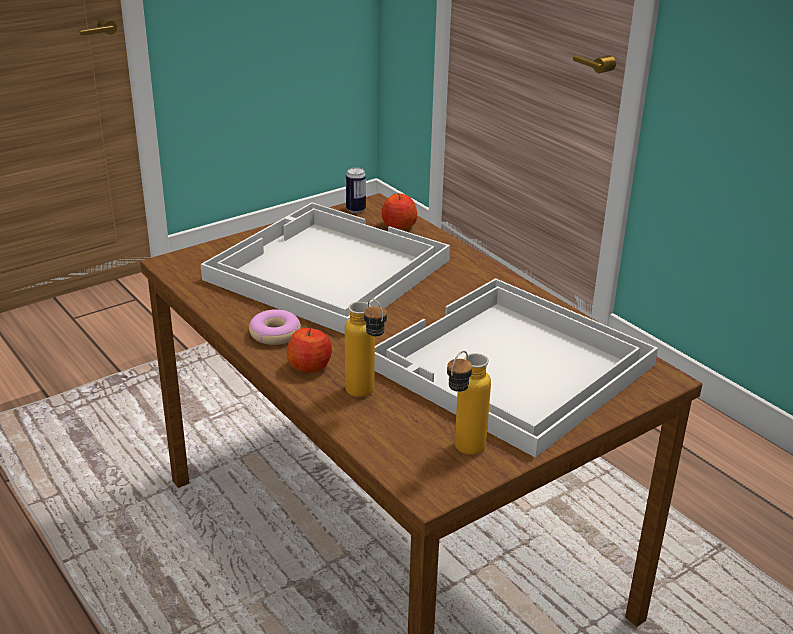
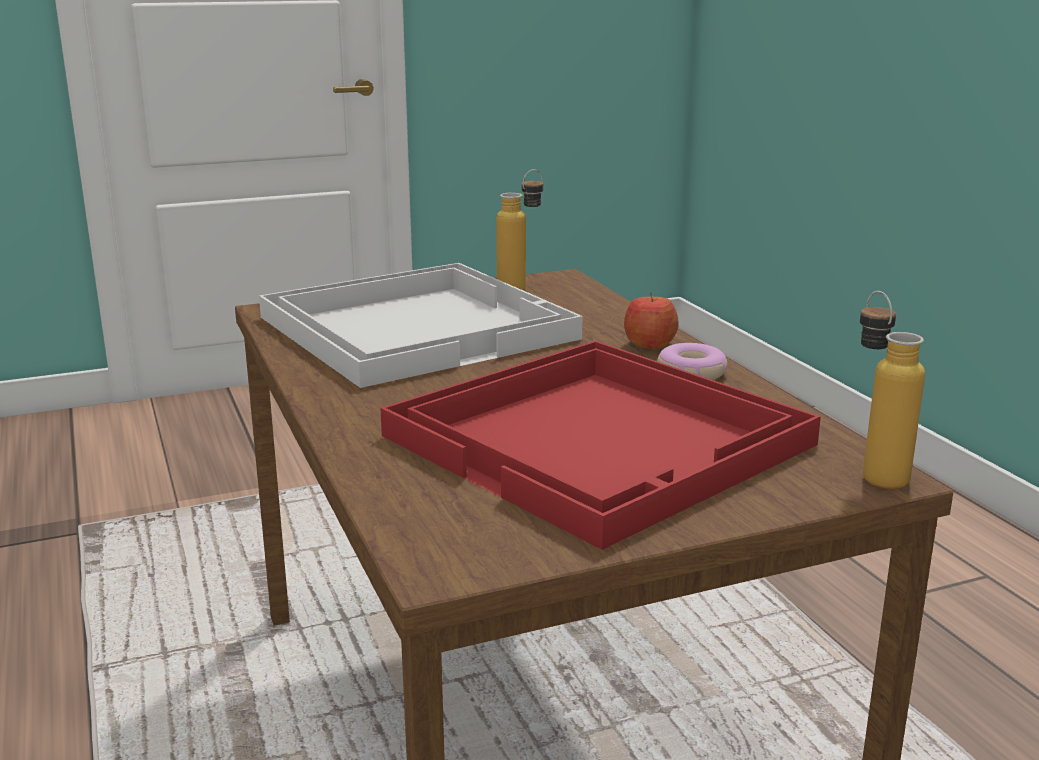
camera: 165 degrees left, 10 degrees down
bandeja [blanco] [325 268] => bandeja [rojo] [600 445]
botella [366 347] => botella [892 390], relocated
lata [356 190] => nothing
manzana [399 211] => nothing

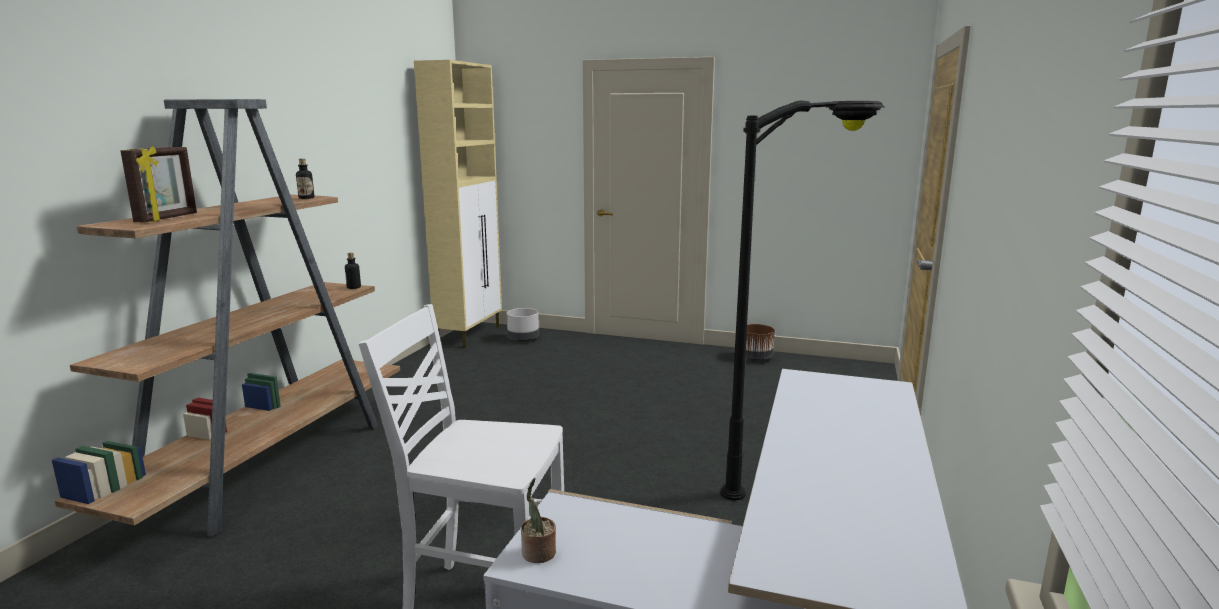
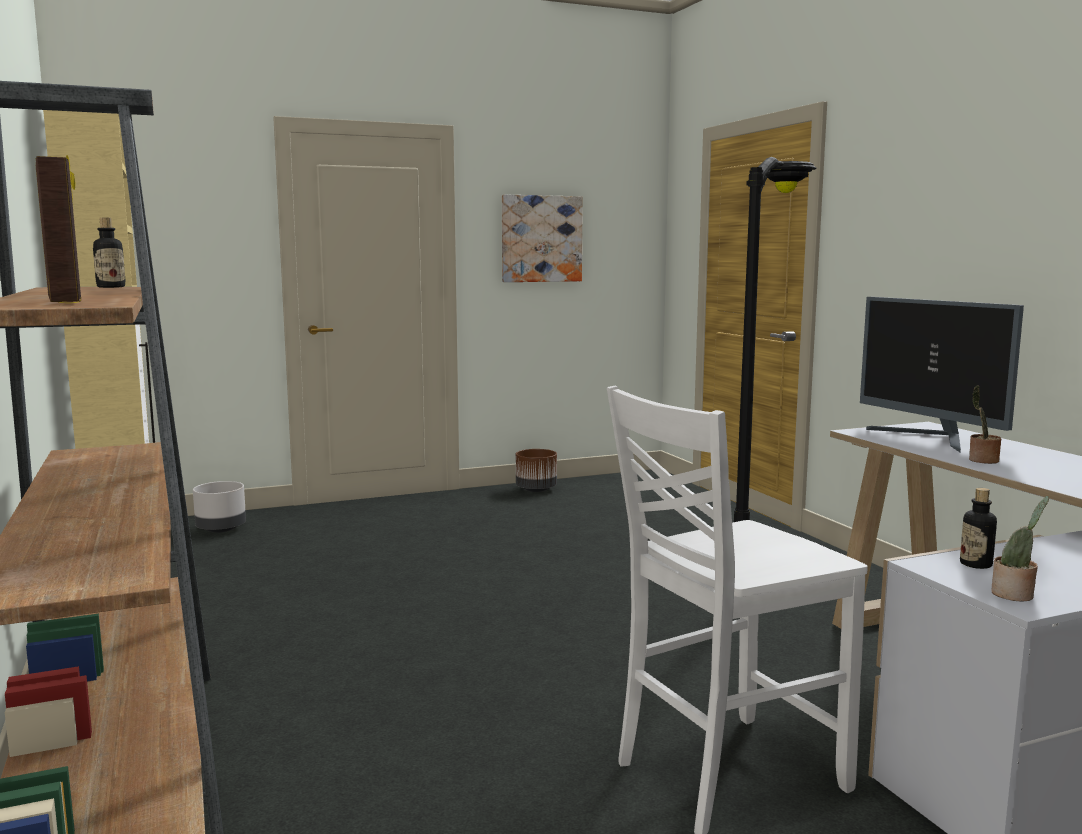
camera: 40 degrees left, 5 degrees down
nothing => cuadro [542 238]
nothing => monitor [942 374]
botella [353 271] => botella [978 528], relocated
nothing => planta en maceta [985 424]

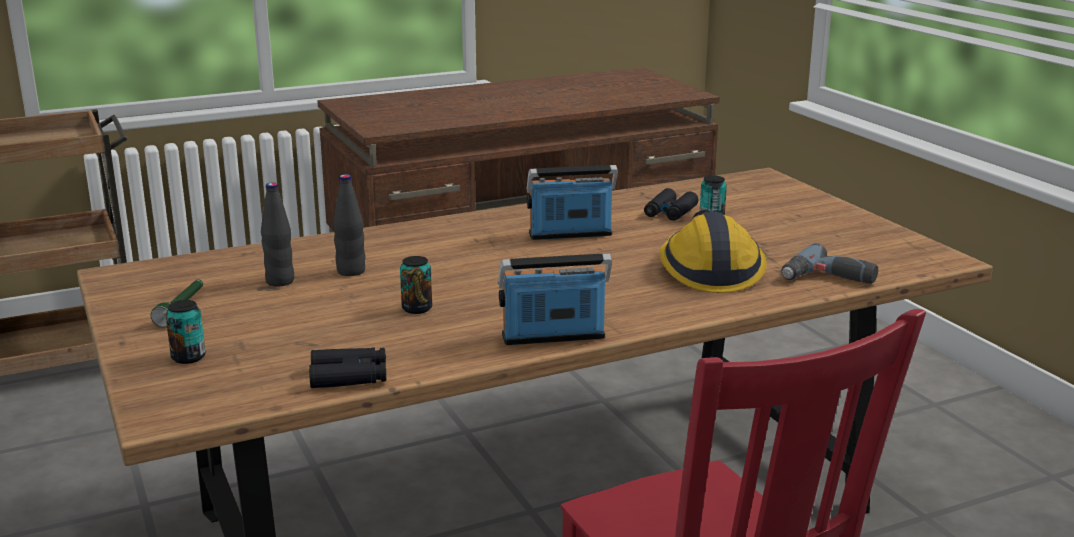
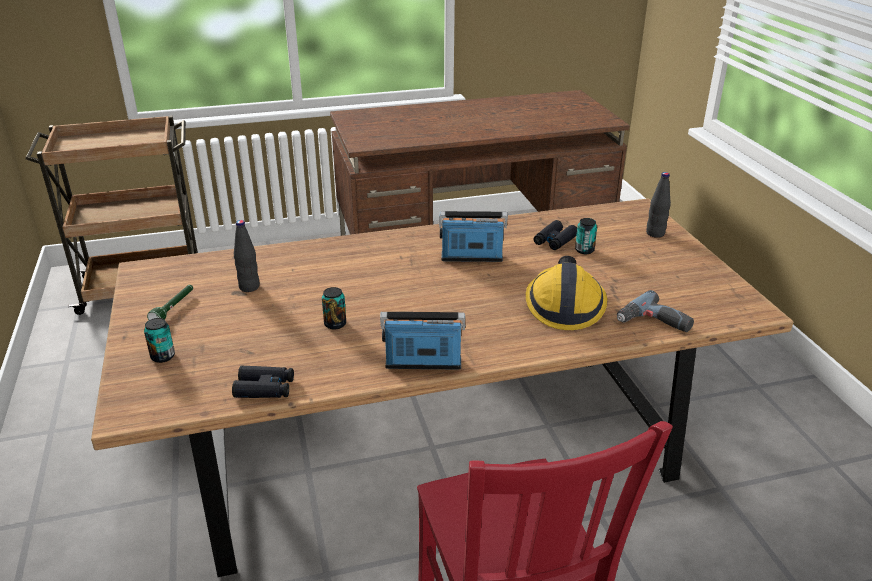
camera: 10 degrees right, 10 degrees up
botella [negro] [349 225] => botella [negro] [658 205], relocated

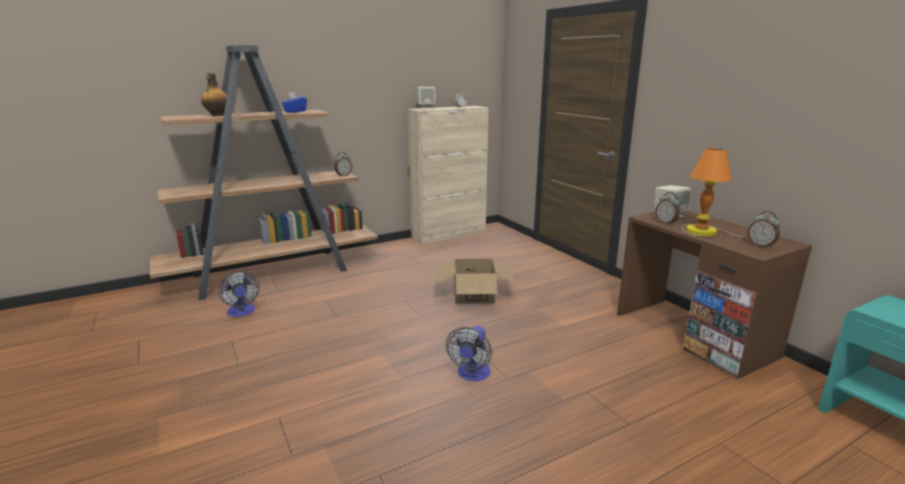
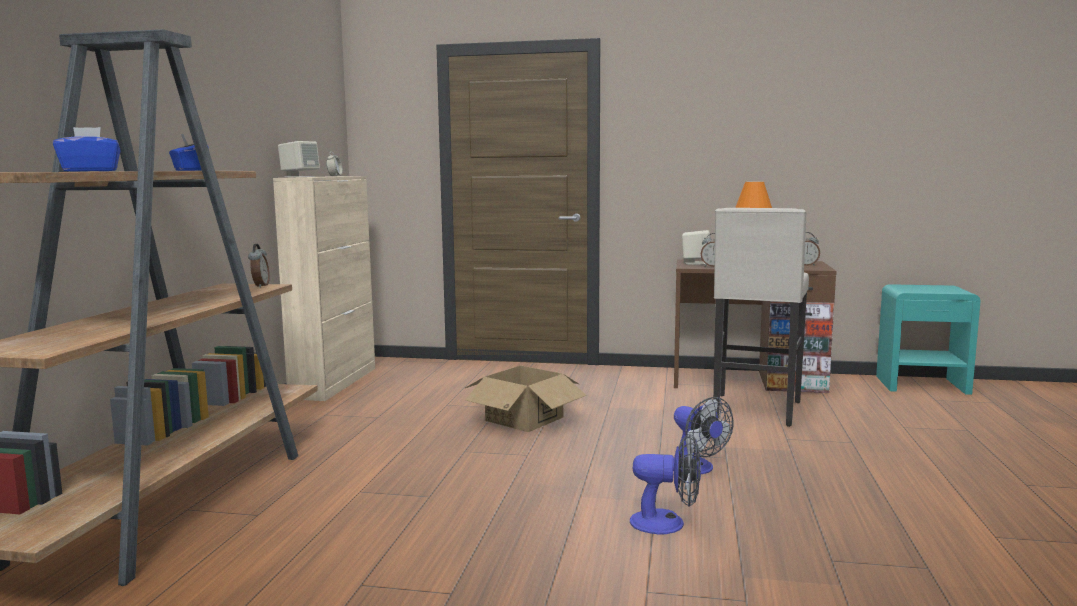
camera: 50 degrees left, 10 degrees down
botella [214 94] => caja de pañuelos [azul] [87 149]
ventilador [239 294] => ventilador [665 484], relocated
nothing => taburete [beis] [761 317]

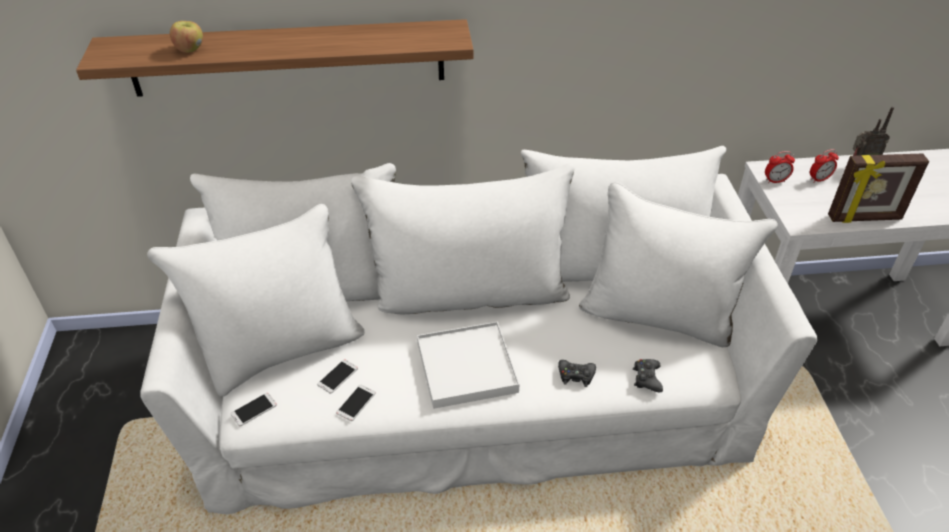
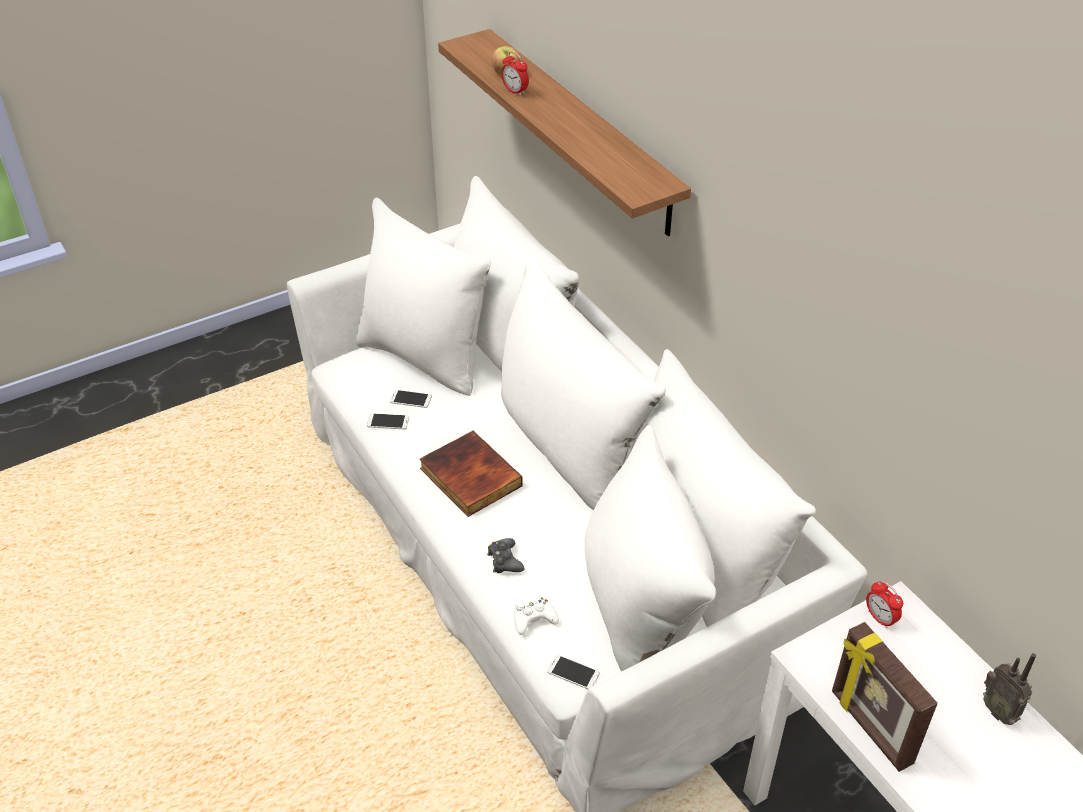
camera: 65 degrees right, 0 degrees up
bandeja [blanco] [468 365] => libro [471 474]
despertador [824 166] => despertador [515 74], relocated
mando de consola [negro] [648 375] => mando de consola [blanco] [536 616]
móvil [254 409] => móvil [573 672], relocated

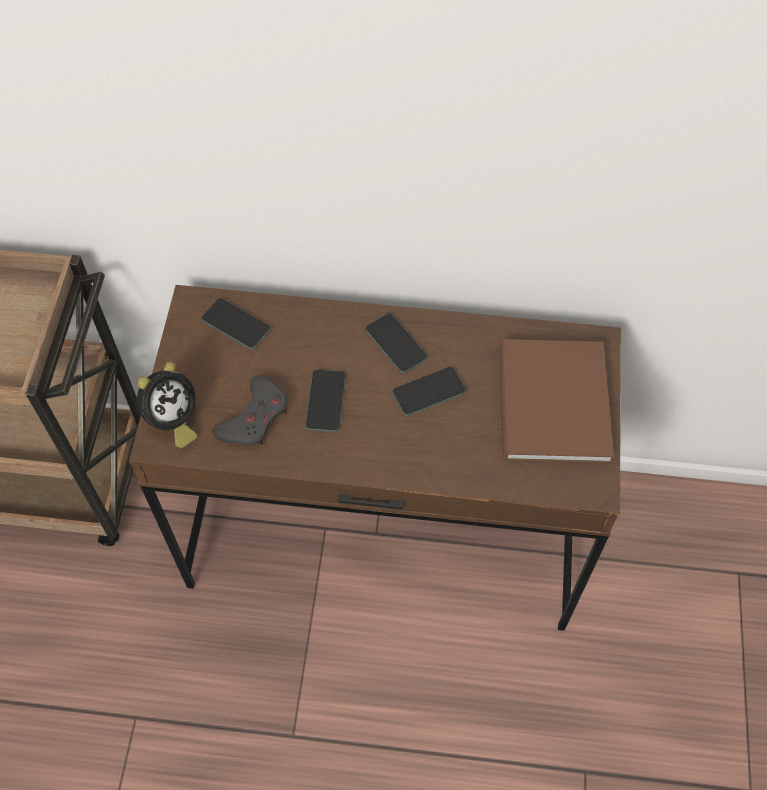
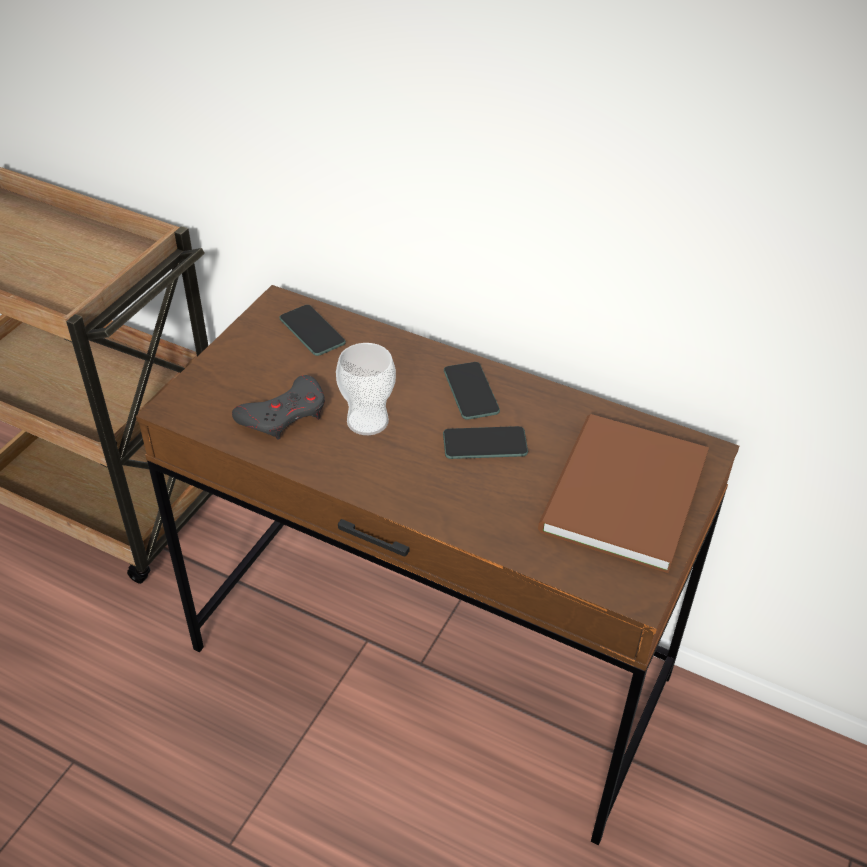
camera: 20 degrees right, 15 degrees down
móvil [325 400] => taza [366 389]
despertador [167 405] => nothing

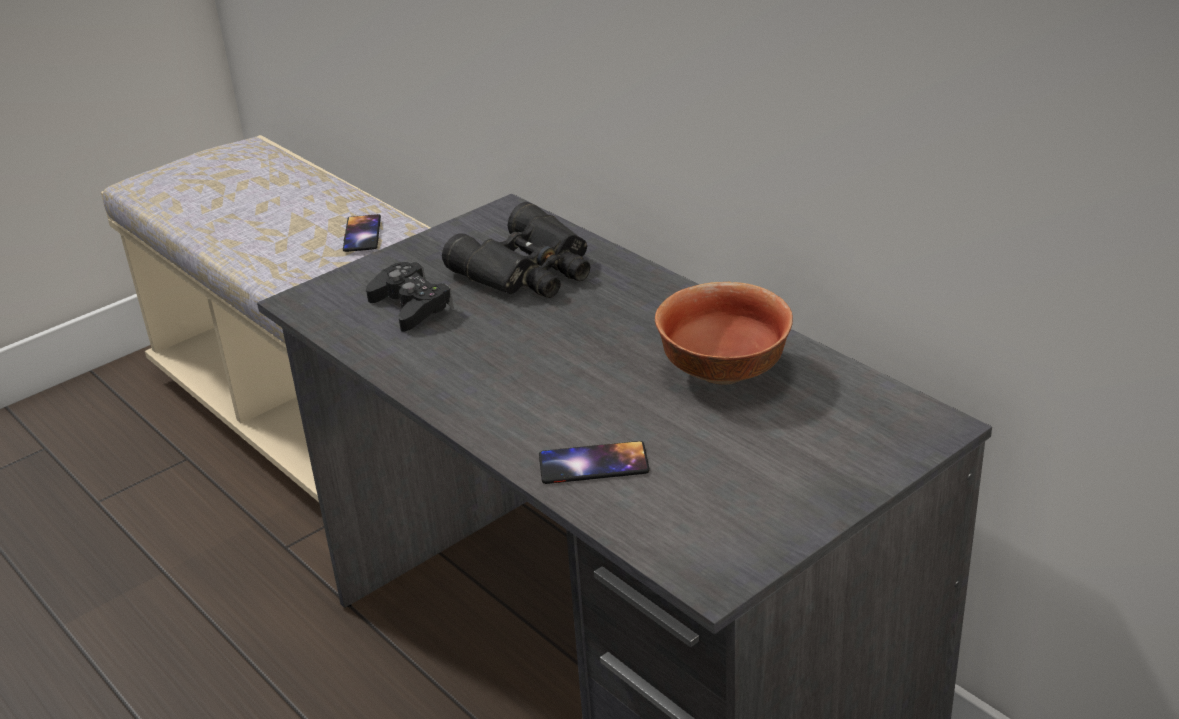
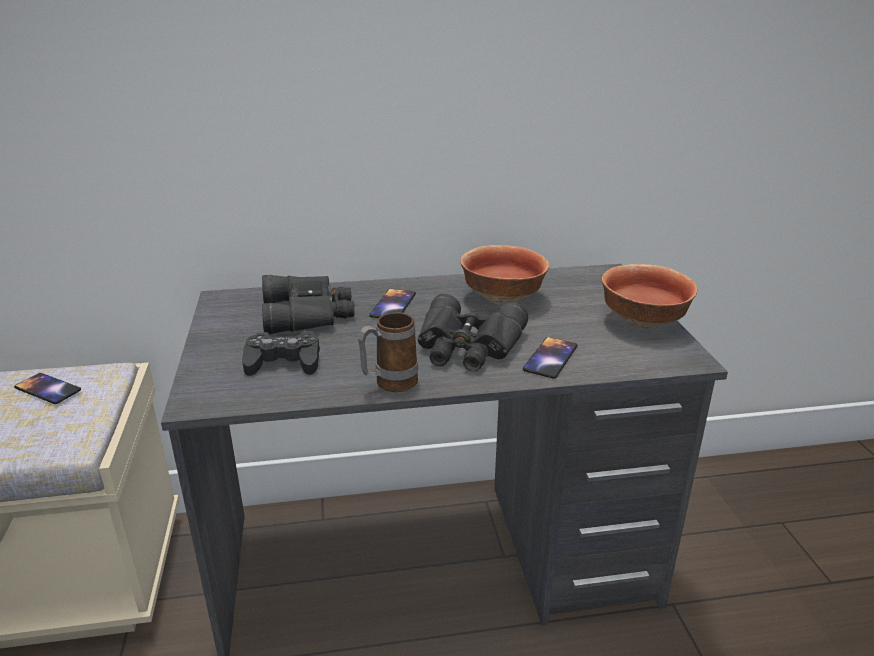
camera: 60 degrees left, 5 degrees down
nothing => taza grande [388 352]
nothing => móvil [392 303]
nothing => prismáticos [negro] [473 332]
nothing => cuenco [649 296]

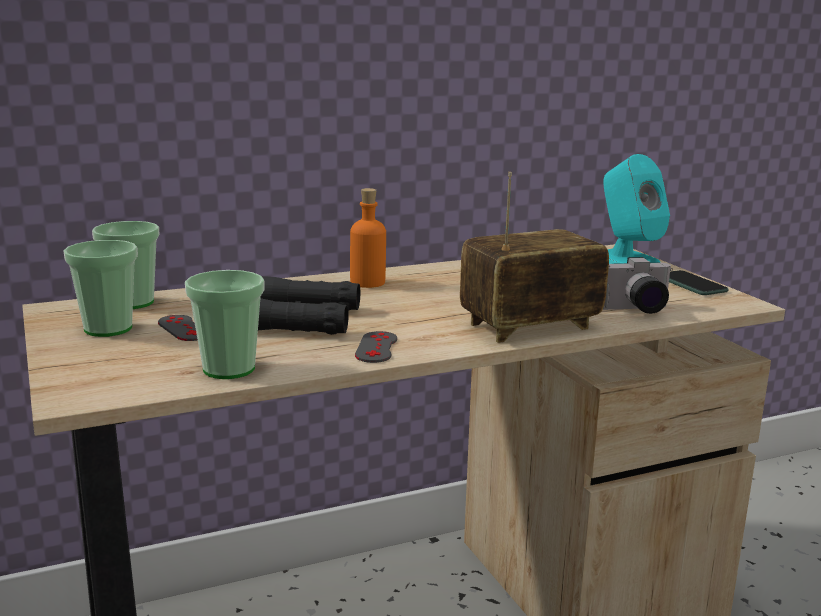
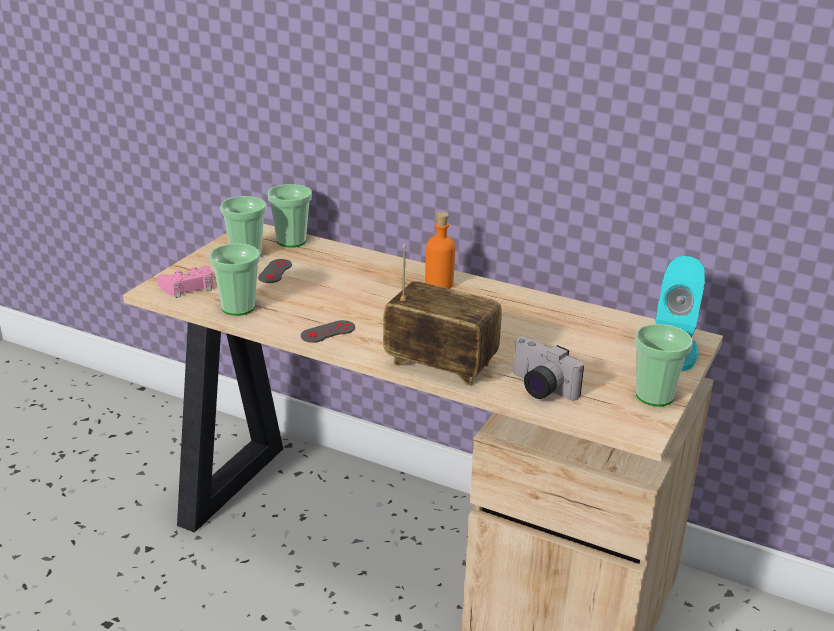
camera: 50 degrees right, 10 degrees up
nothing => mando de consola [rosa] [185 282]
móvil [699 282] => taza [664 365]
prismáticos [negro] [309 305] => nothing

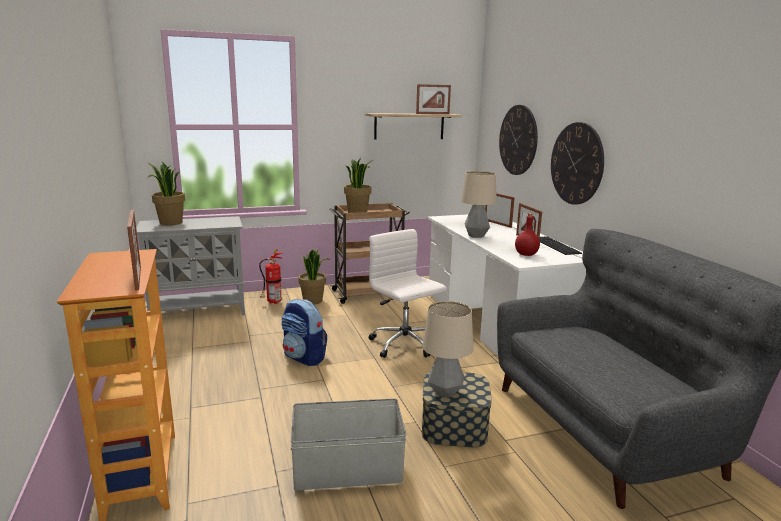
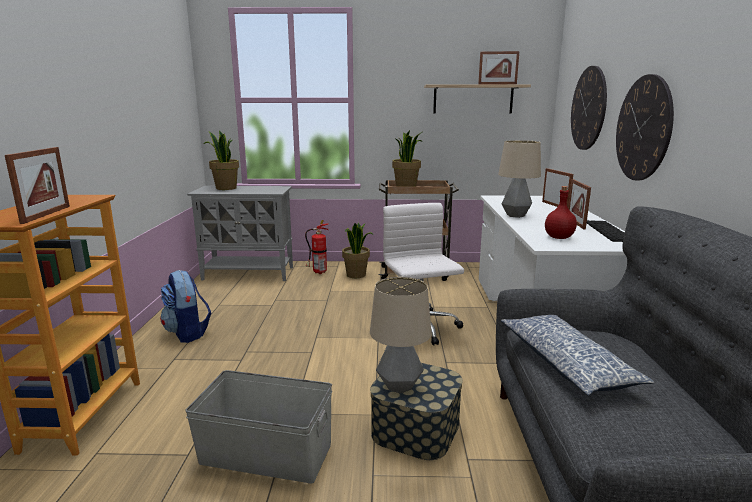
camera: 20 degrees right, 0 degrees up
mochila [304 332] => mochila [185 306], relocated
nothing => cojín [577 355]

